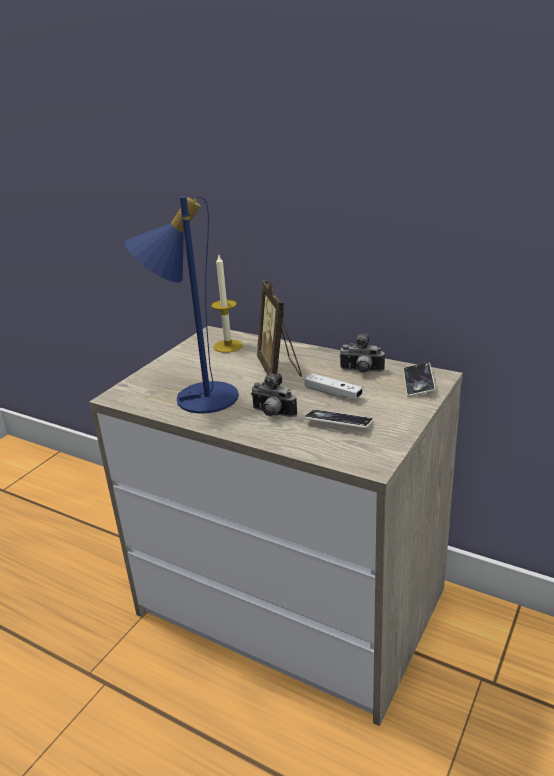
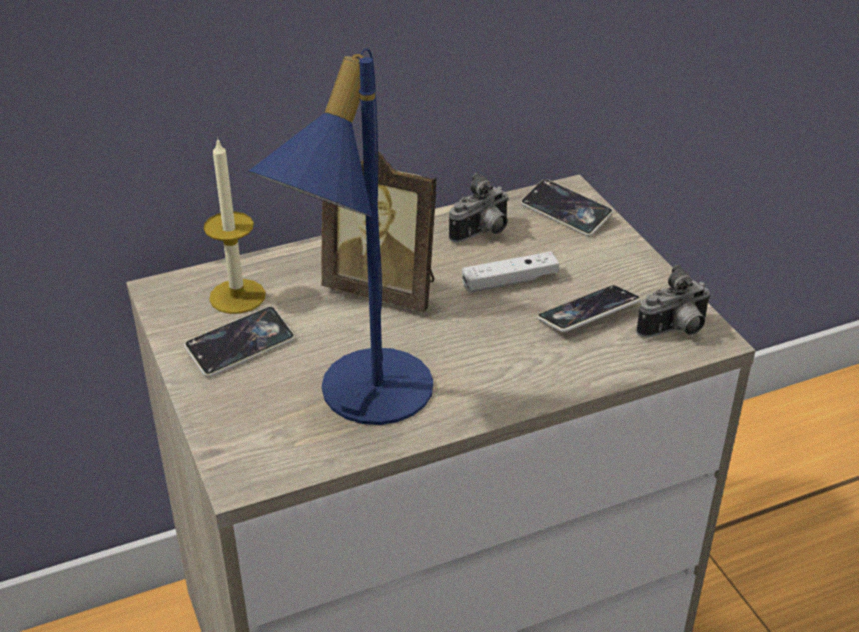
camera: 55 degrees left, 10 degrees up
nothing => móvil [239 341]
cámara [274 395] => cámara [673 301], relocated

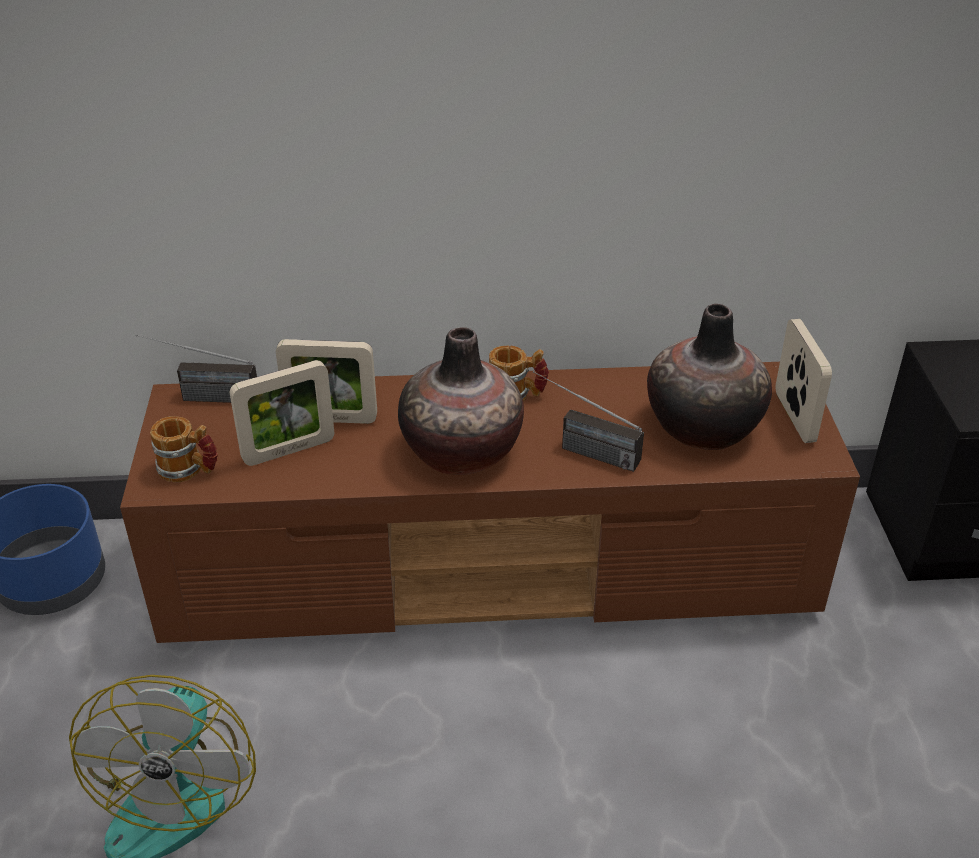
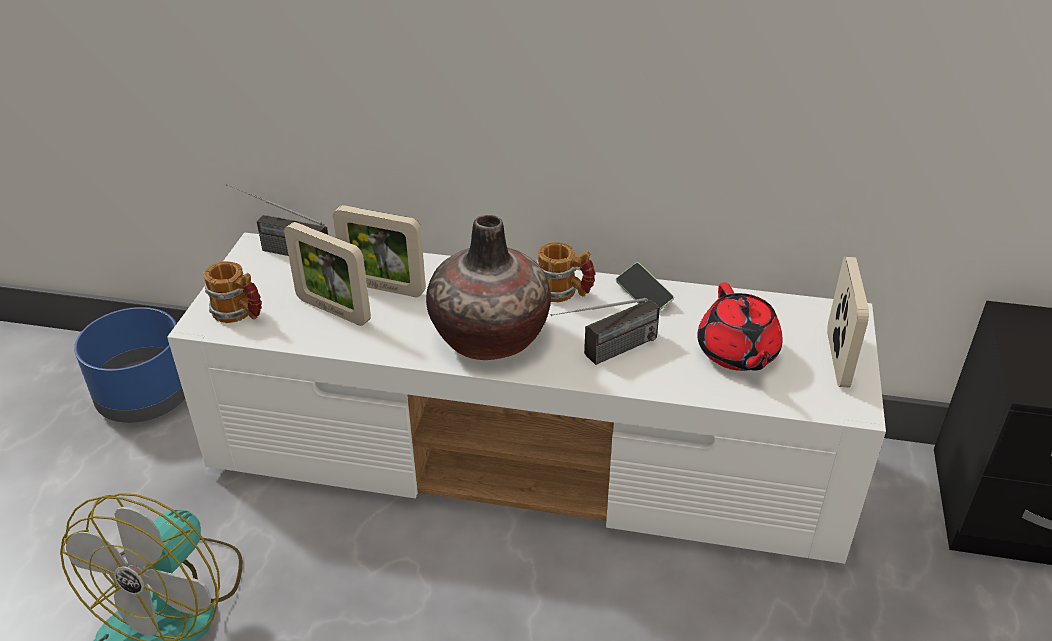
camera: 15 degrees right, 0 degrees up
mueble de televisión [marrón] [490 502] => mueble de televisión [blanco] [526 398]
portarretratos [282 413] => portarretratos [327 274], 45 degrees clockwise
radio [588 421] => radio [605 331], 75 degrees counterclockwise
nothing => móvil [645 286]
florero [709 377] => tetera [rojo] [740 326]

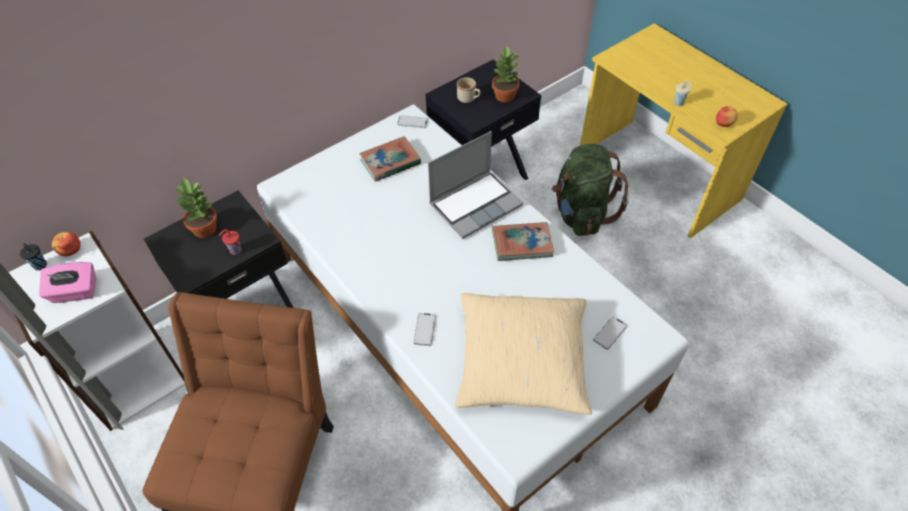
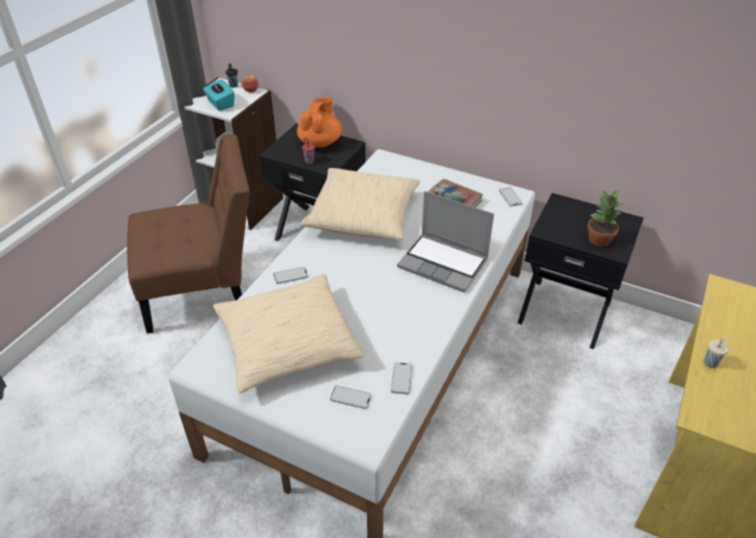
camera: 65 degrees right, 10 degrees down
caja de pañuelos [rosa] [67 282] => caja de pañuelos [turquesa] [218 95]
planta en maceta [195 207] => tetera [naranja] [319 123]
nothing => cojín [beis] [360 204]
nothing => móvil [401 378]
taza grande [beis] [468 90] => nothing
libro [523 241] => nothing
mochila [verde] [590 190] => nothing
manzana [727 116] => nothing

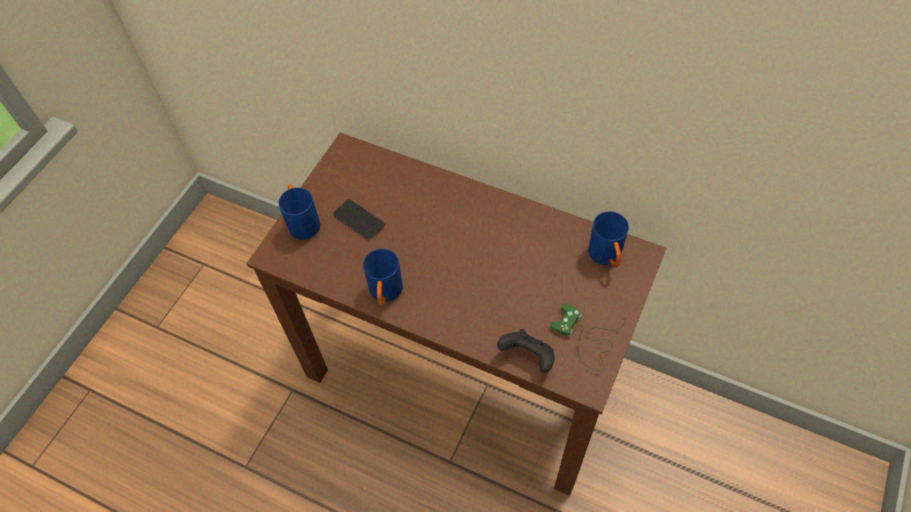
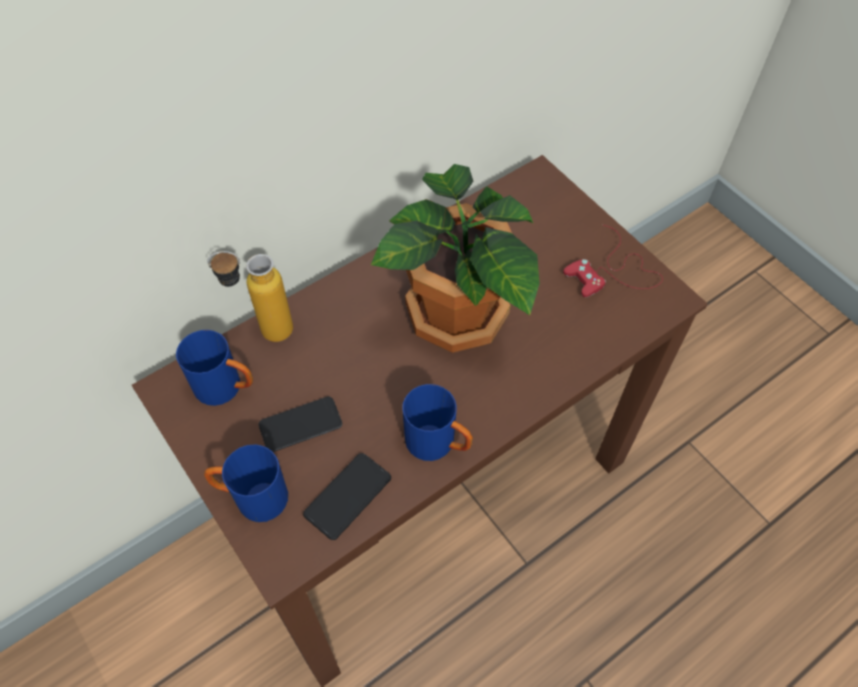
camera: 65 degrees left, 0 degrees up
taza grande [azul] [608 239] => taza grande [azul] [214 368], relocated
nothing => botella [250 296]
nothing => móvil [347 496]
nothing => planta en maceta [455 258]
mando de consola [verde] [587 337] => mando de consola [rojo] [613 261]
mando de consola [negro] [525 351] => nothing

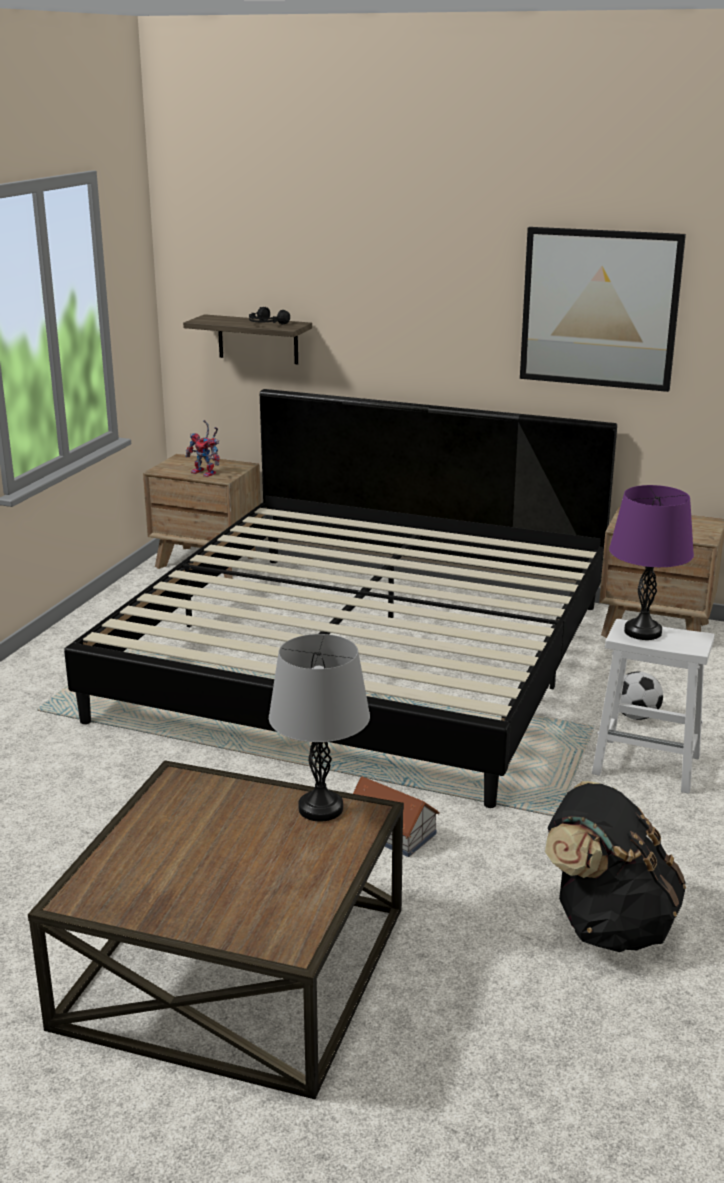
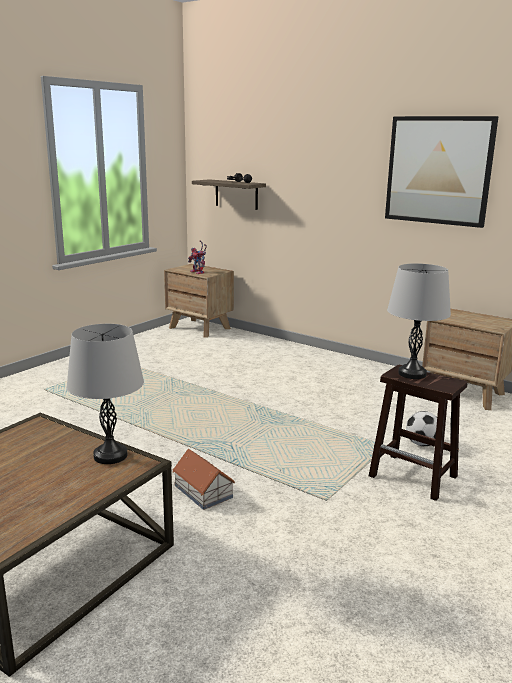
camera: 15 degrees right, 5 degrees down
taburete [blanco] [653 706] => taburete [marrón] [418 433]
lámpara de mesa [morado] [651 562] => lámpara de mesa [gris] [419 321]
cama [340 598] => nothing
mochila [negro] [615 866] => nothing

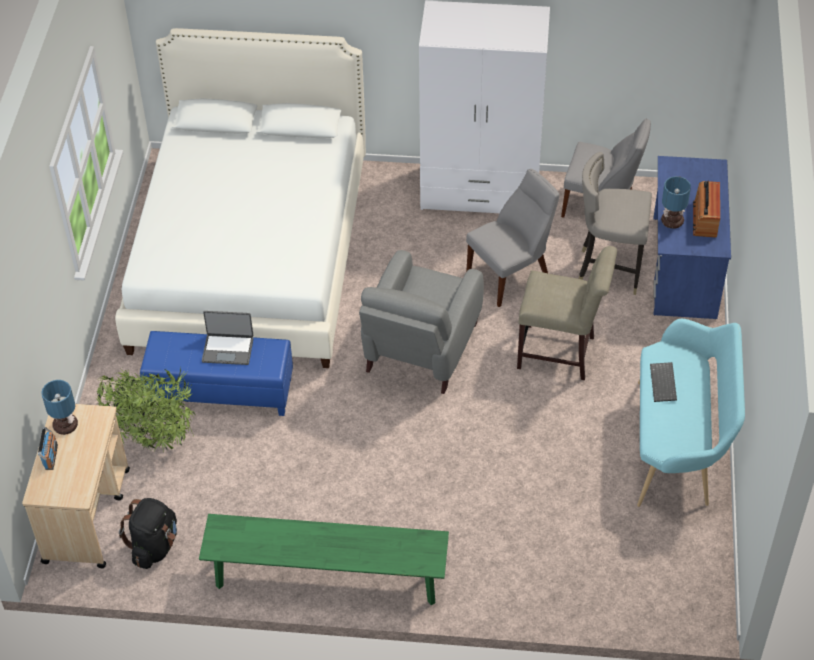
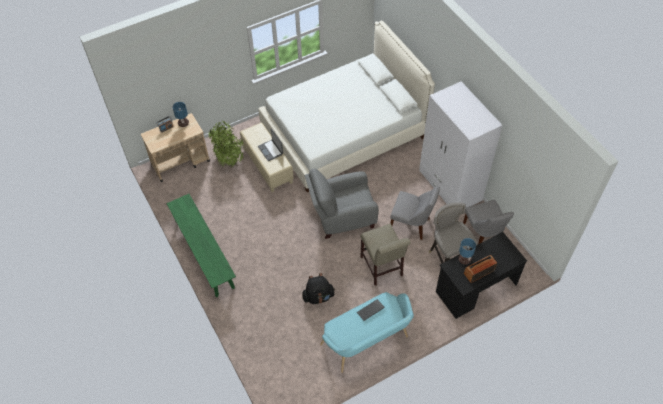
camera: 55 degrees right, 5 degrees up
puf [azul] [216 373] => puf [beis] [267 157]
mochila [negro] [148 533] => mochila [negro] [318 288], relocated
escritorio [azul] [692 237] => escritorio [negro] [481 275]

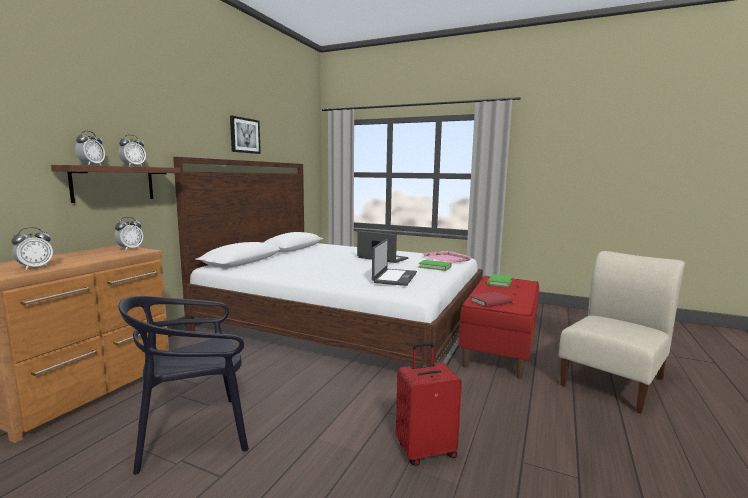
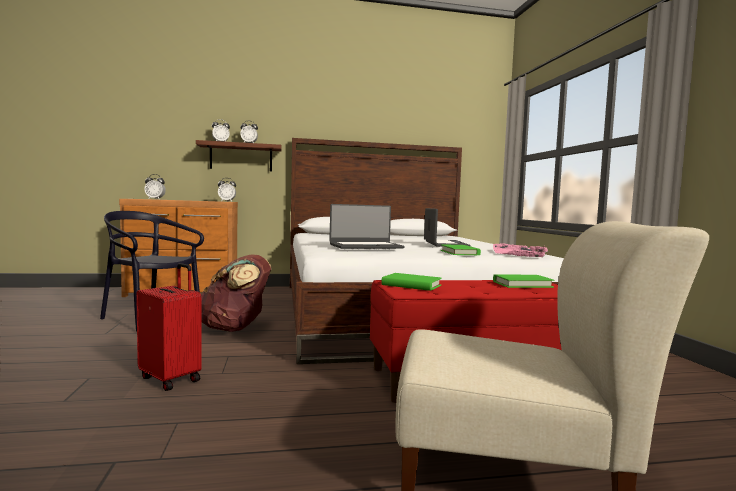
camera: 55 degrees right, 5 degrees down
nothing => mochila [marrón] [236 293]
libro [rojo] [491 300] => libro [verde] [411 282]
cuadro [245 135] => nothing

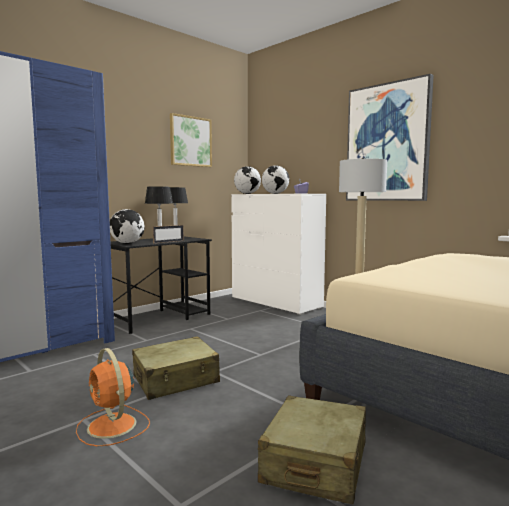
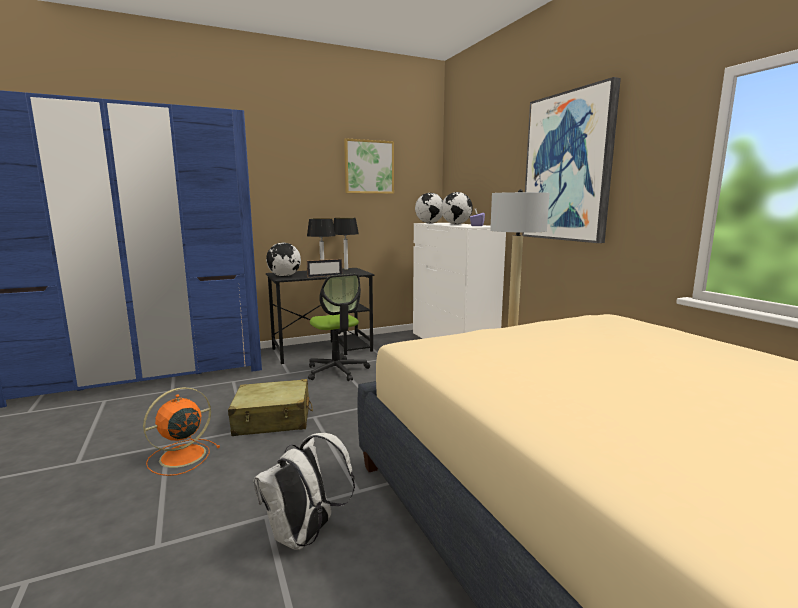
camera: 20 degrees right, 5 degrees up
ventilador [naranja] [113 397] => ventilador [naranja] [181 431], 60 degrees clockwise
maleta [beis] [312 450] => mochila [blanco] [304 491]
nothing => silla de oficina [339 327]

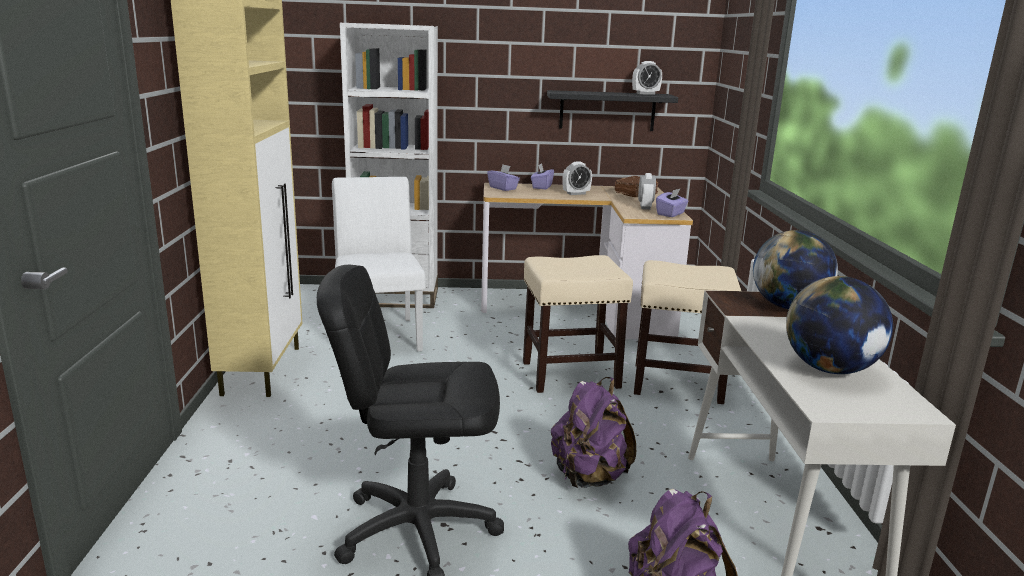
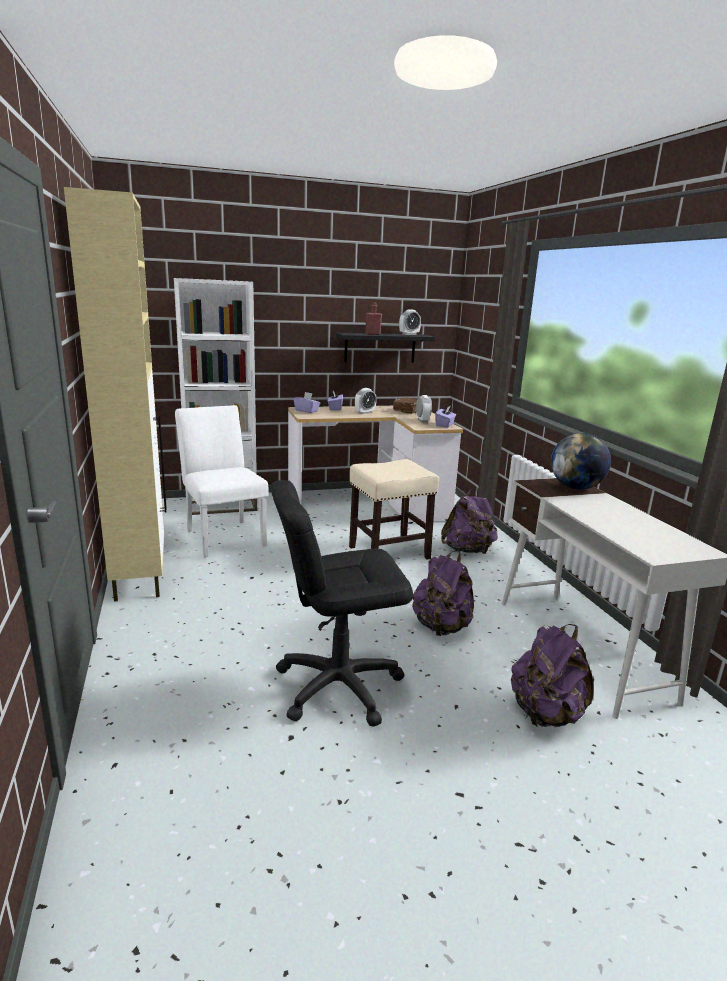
camera: 15 degrees left, 0 degrees up
nothing => botella [rojo] [373 318]
taburete [beis] [687 332] => mochila [morado] [469 521]
globo terráqueo [839 325] => nothing

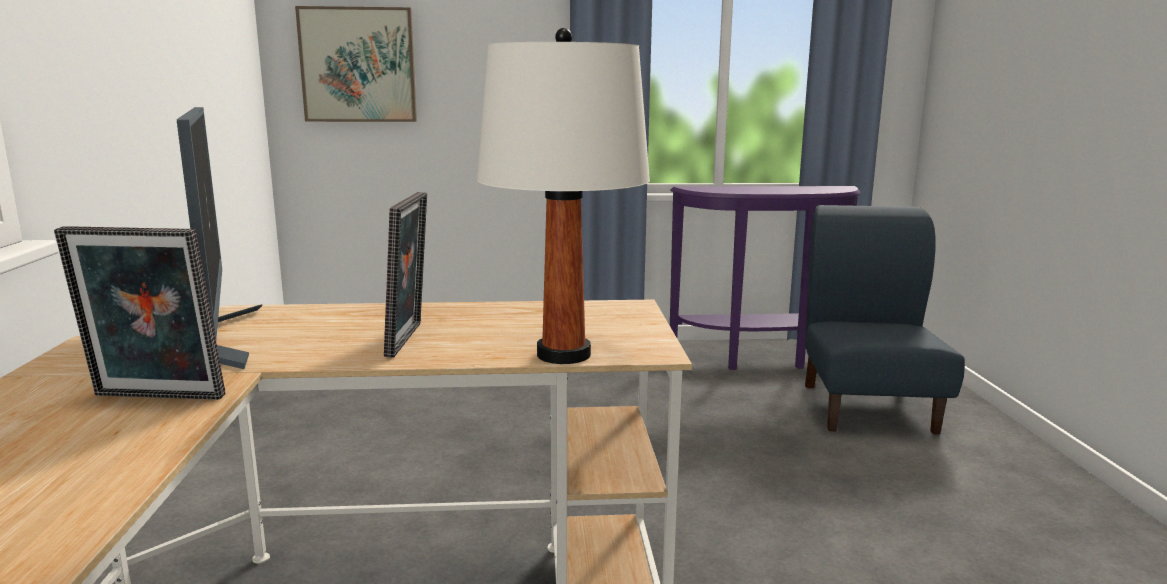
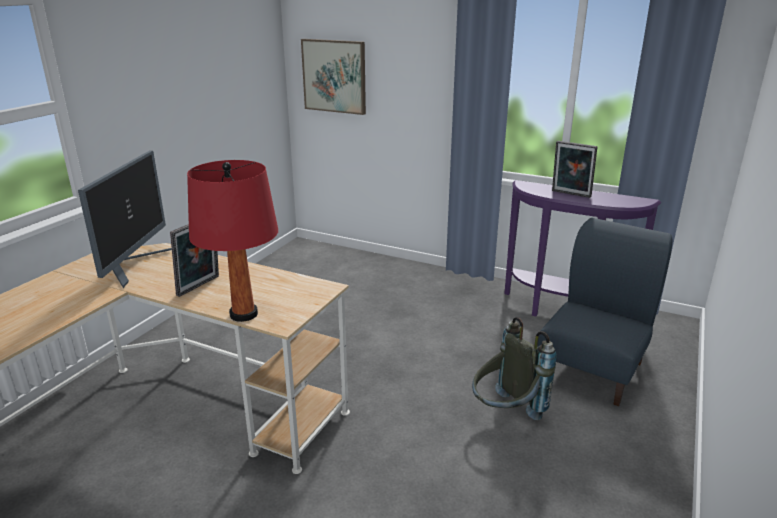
camera: 30 degrees right, 10 degrees up
lámpara de mesa [blanco] [563 196] => lámpara de mesa [rojo] [232 241]
nothing => mochila [gris] [514 368]
portarretratos [140 313] => portarretratos [575 169], relocated

